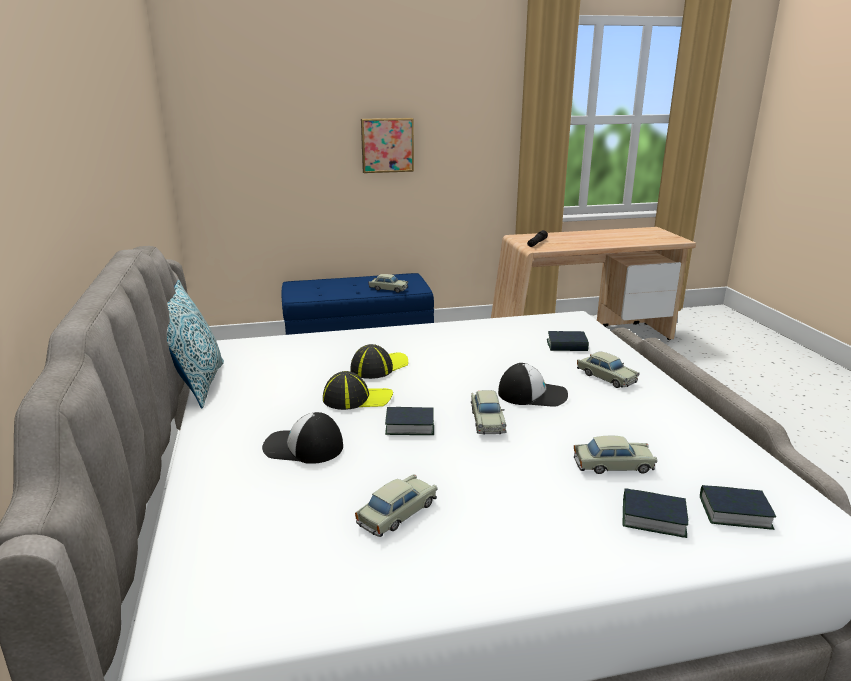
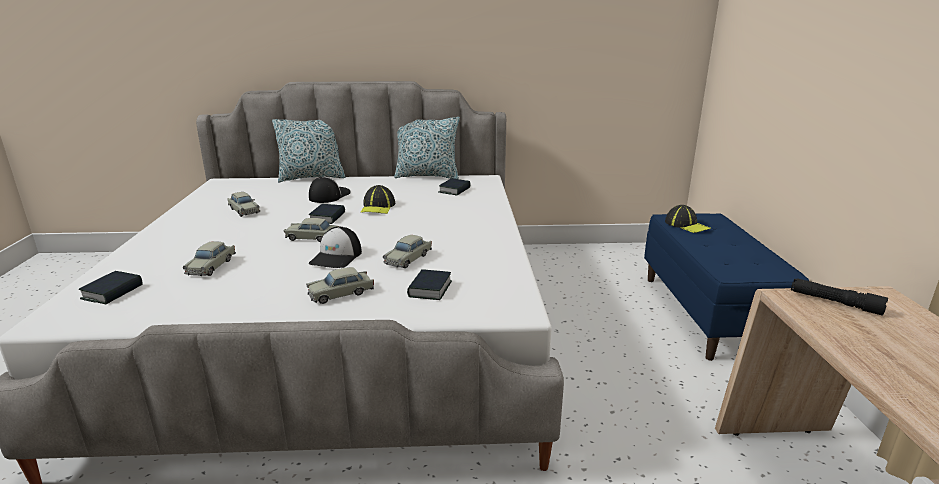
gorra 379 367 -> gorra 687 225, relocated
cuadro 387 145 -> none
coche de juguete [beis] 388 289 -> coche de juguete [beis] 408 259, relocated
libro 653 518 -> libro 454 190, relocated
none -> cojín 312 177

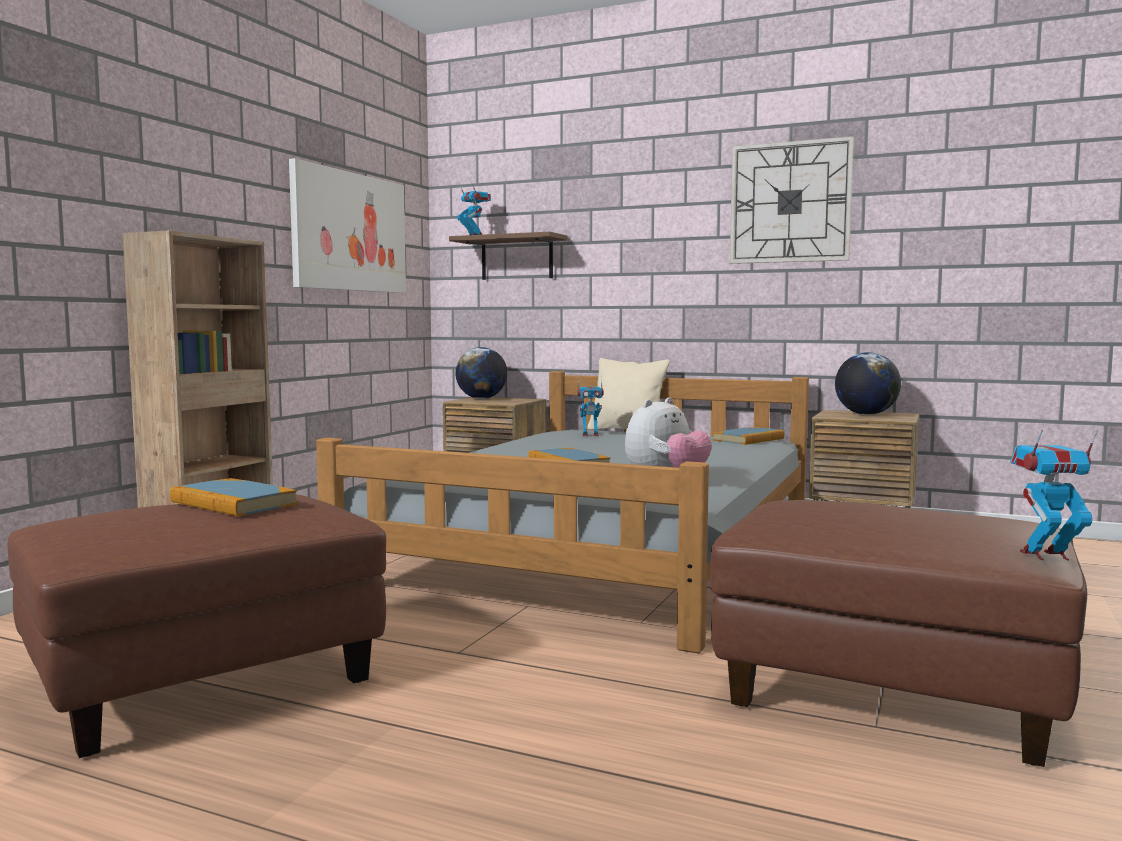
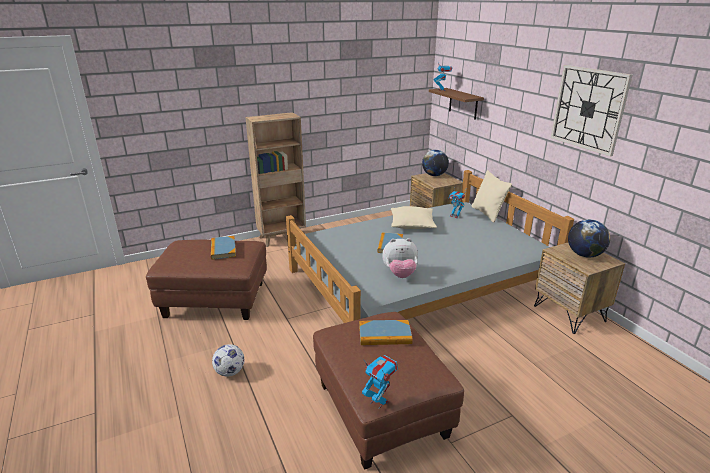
cuadro 350 232 -> none
libro 748 439 -> libro 385 335, relocated
none -> balón de fútbol 230 372
none -> cojín [beis] 412 225

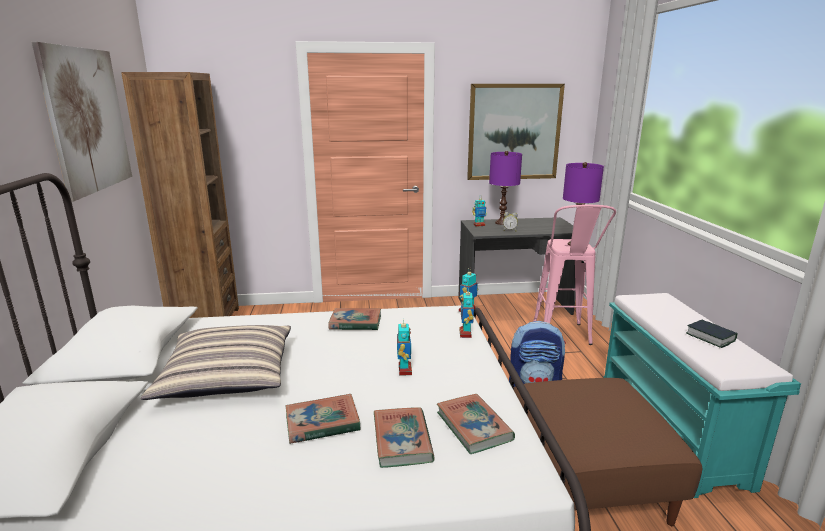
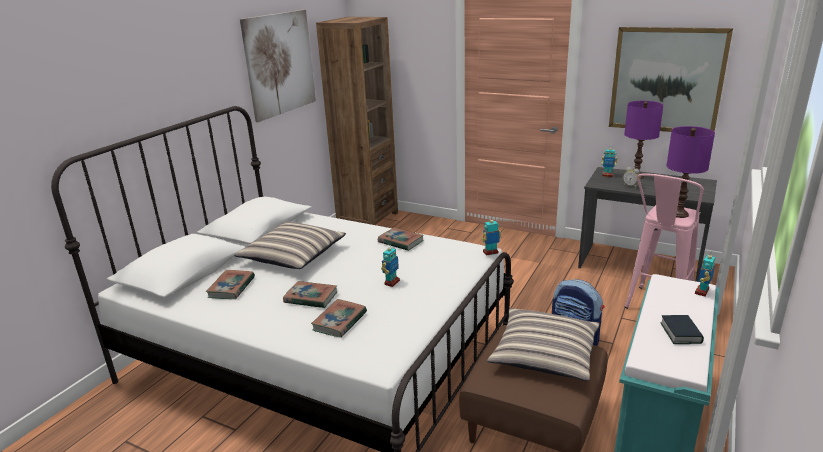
libro 474 426 -> libro 231 287, relocated
robot de juguete 465 334 -> robot de juguete 702 292, relocated
none -> cojín 544 353

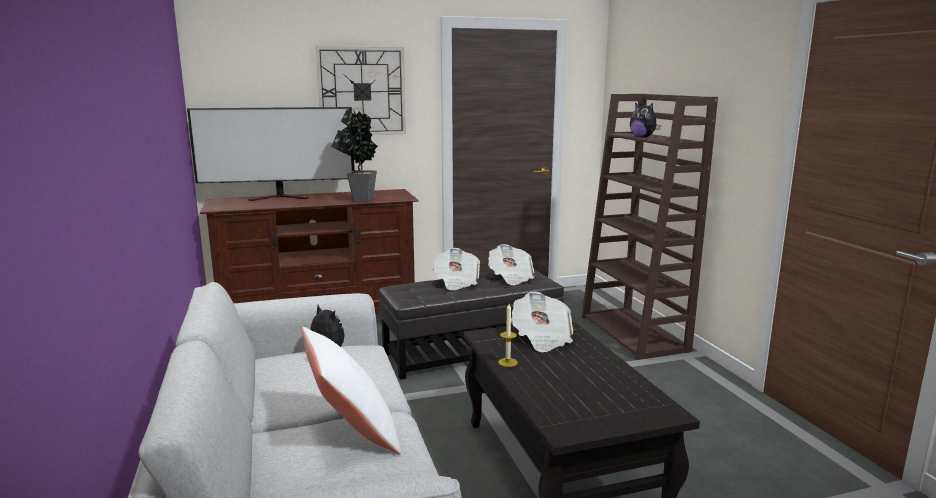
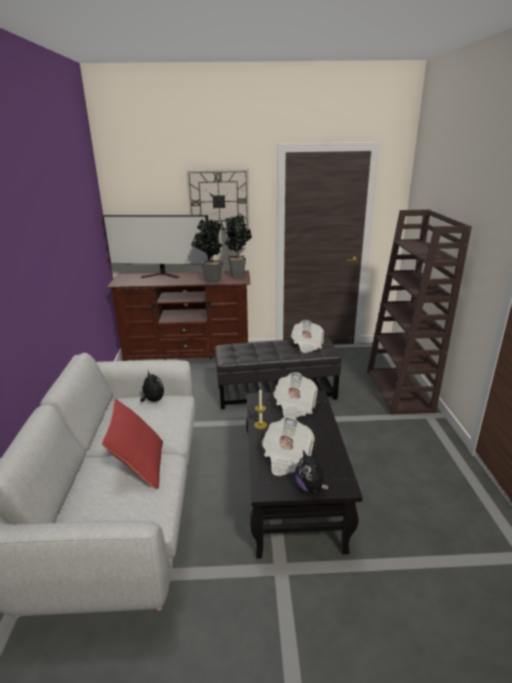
cojín [blanco] 351 431 -> cojín [rojo] 139 465
periódico 456 282 -> periódico 287 458, relocated
peluche 643 137 -> peluche 310 487, relocated
none -> planta en maceta 238 275

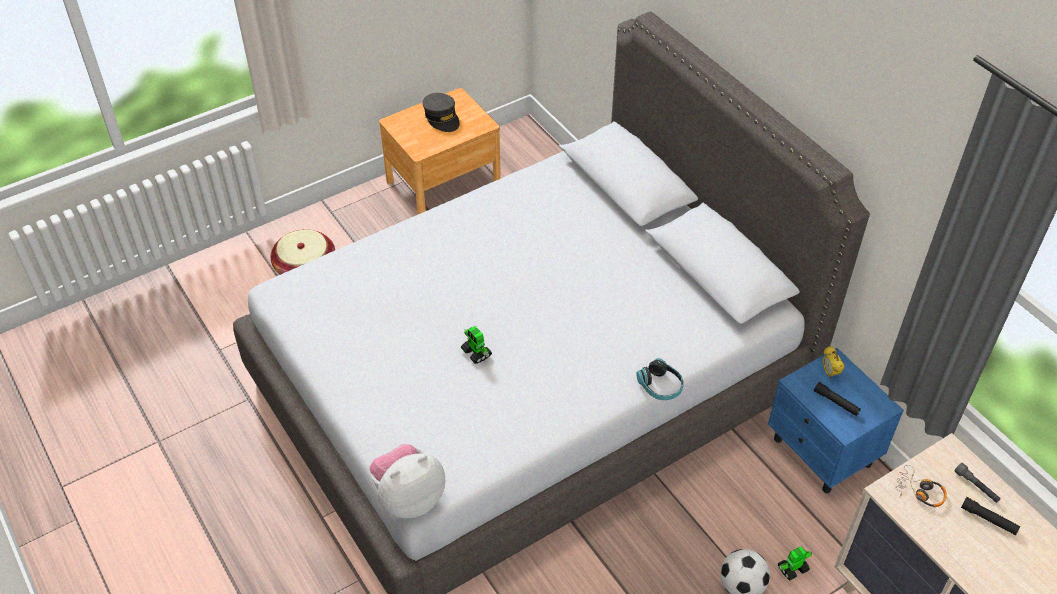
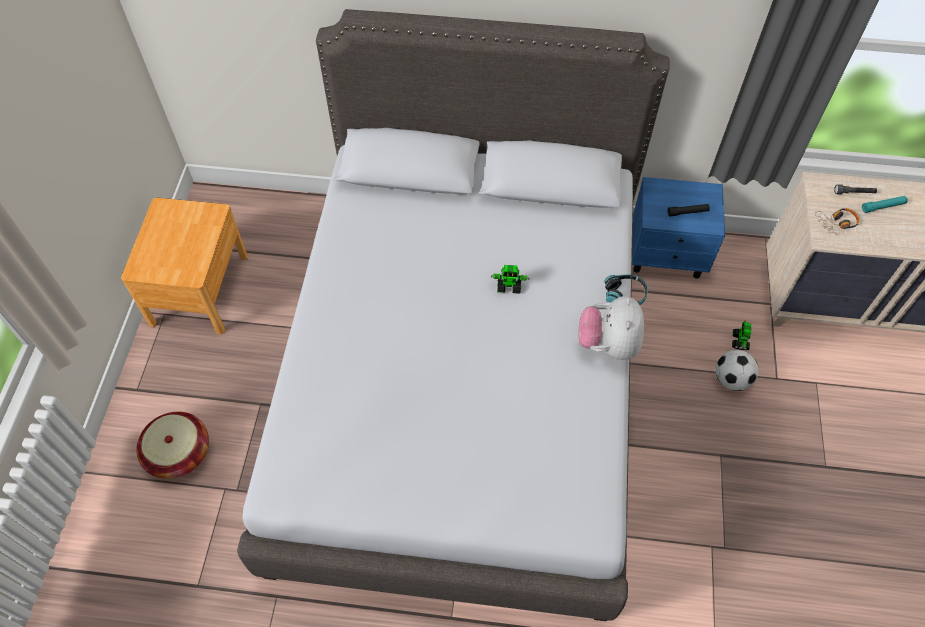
peluche 409 498 -> peluche 608 344, relocated
gorra [gris] 442 118 -> none
robot de juguete 476 353 -> robot de juguete 509 286, relocated
despertador 829 373 -> none
linterna [negro] 989 519 -> linterna [turquesa] 883 207

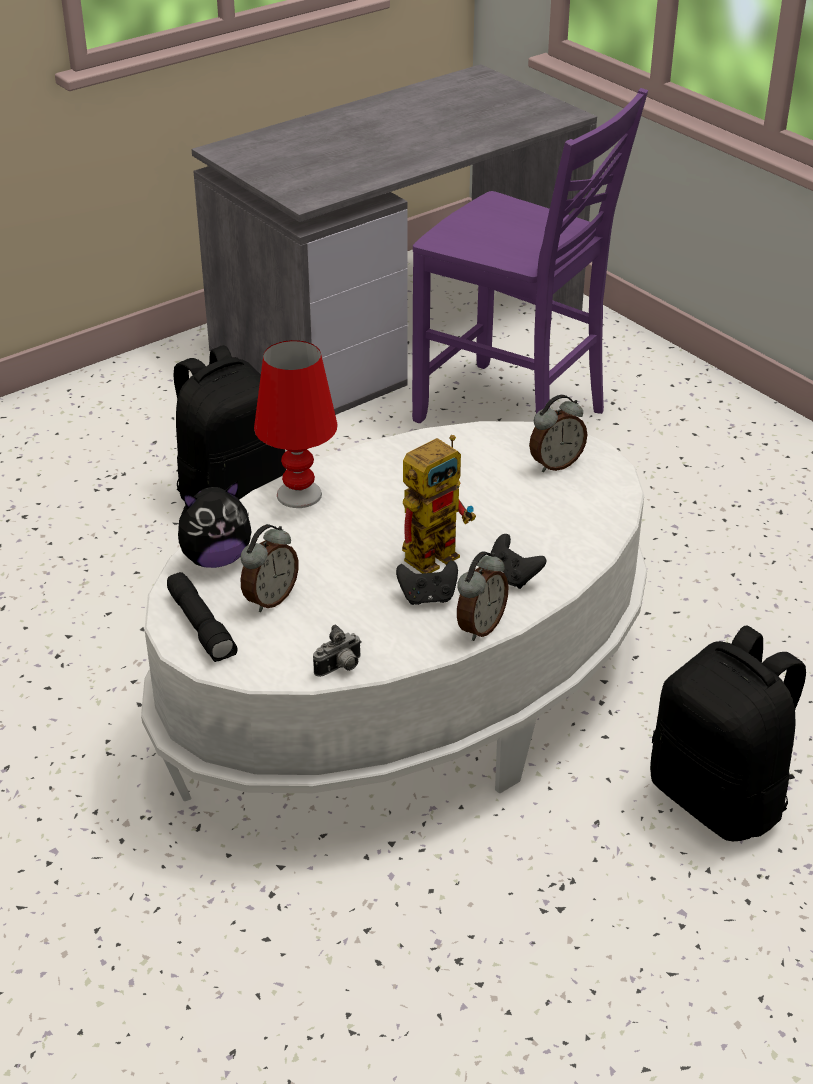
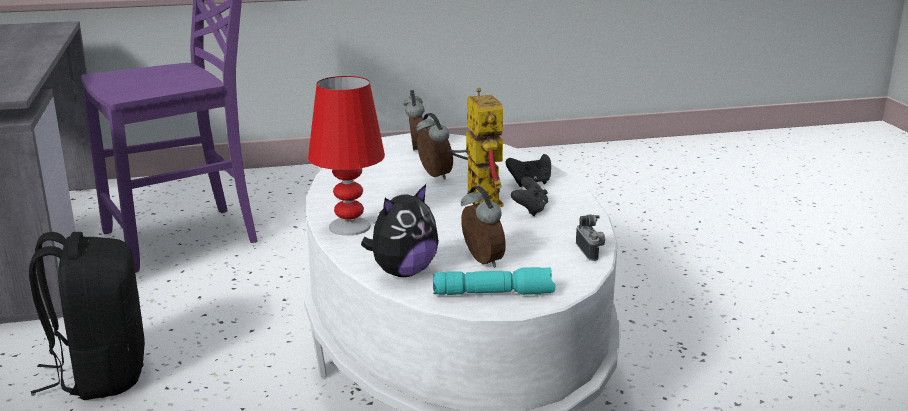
linterna [negro] 202 626 -> linterna [turquesa] 494 293
peluche 216 559 -> peluche 403 272, 45 degrees clockwise
despertador 479 627 -> despertador 433 175, relocated
mochila [negro] 720 798 -> none

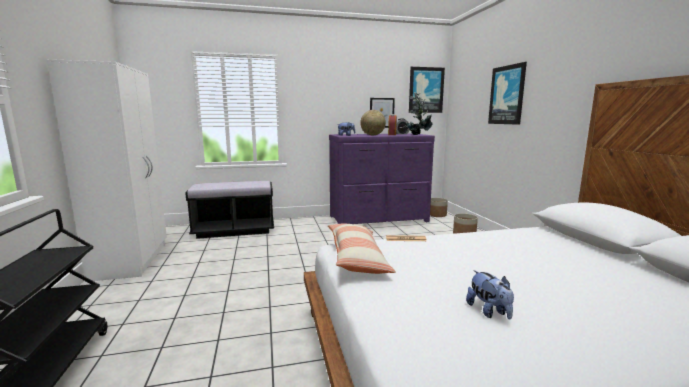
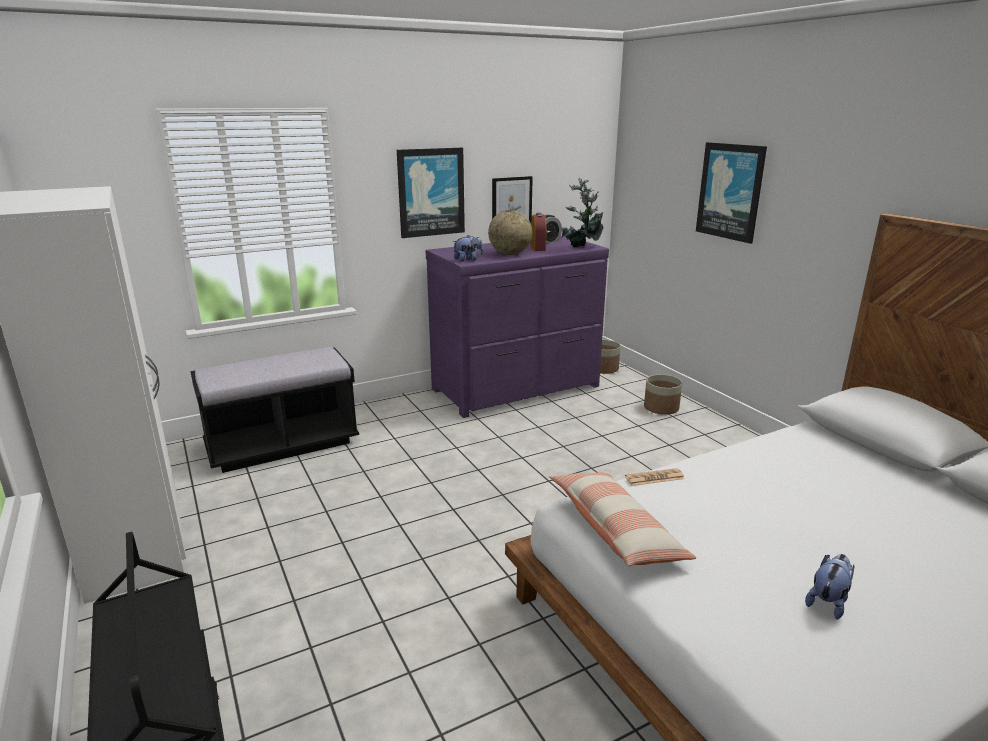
cuadro 426 90 -> cuadro 431 192, relocated
peluche 489 311 -> peluche 828 602, 105 degrees counterclockwise

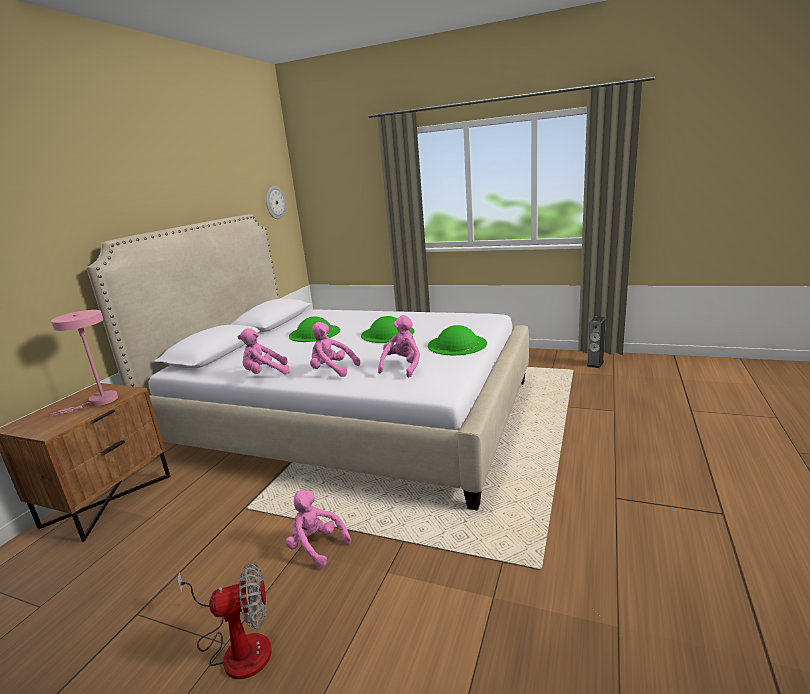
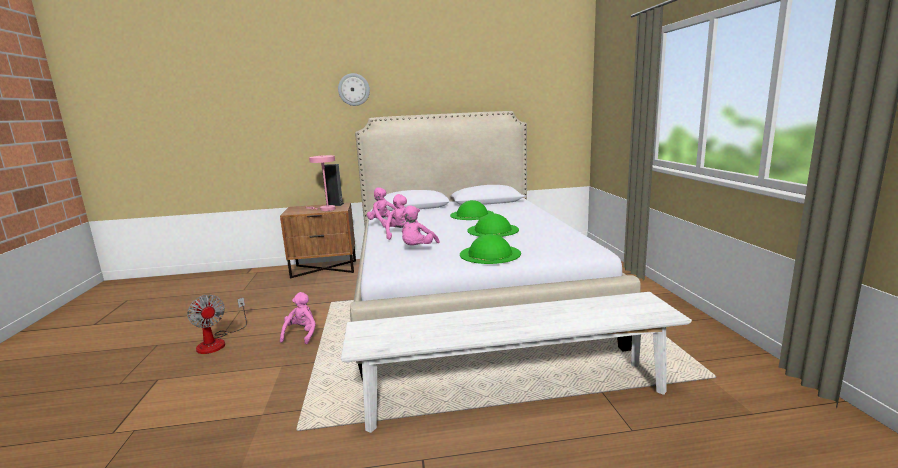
reloj de pared 275 202 -> reloj de pared 354 89, relocated
peluche [rosa] 402 367 -> peluche [rosa] 417 248, 120 degrees clockwise
altavoz 595 364 -> altavoz 334 204, relocated
none -> banco [blanco] 514 394

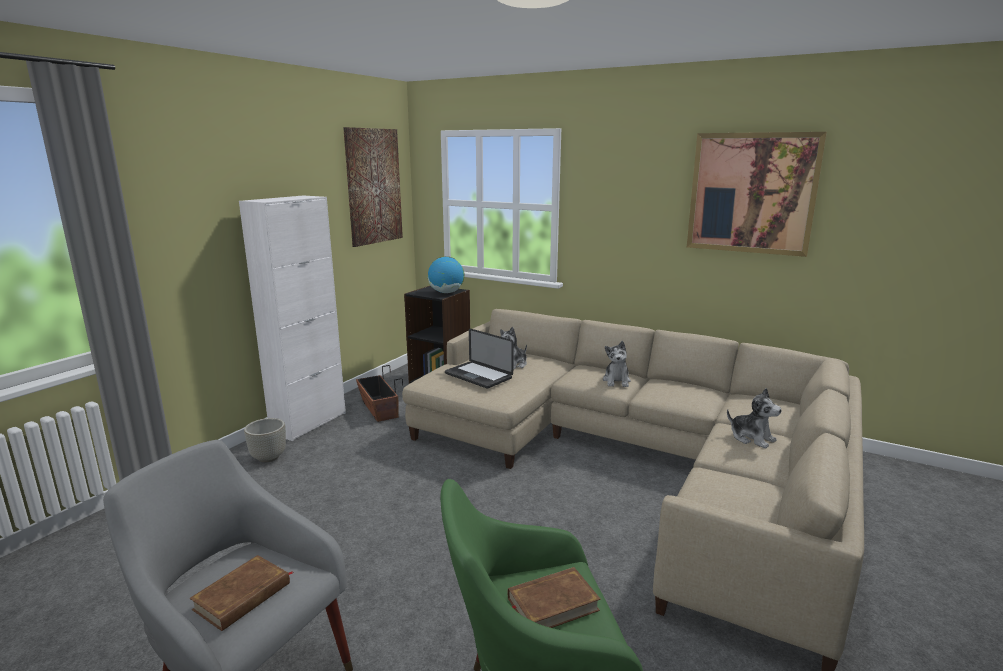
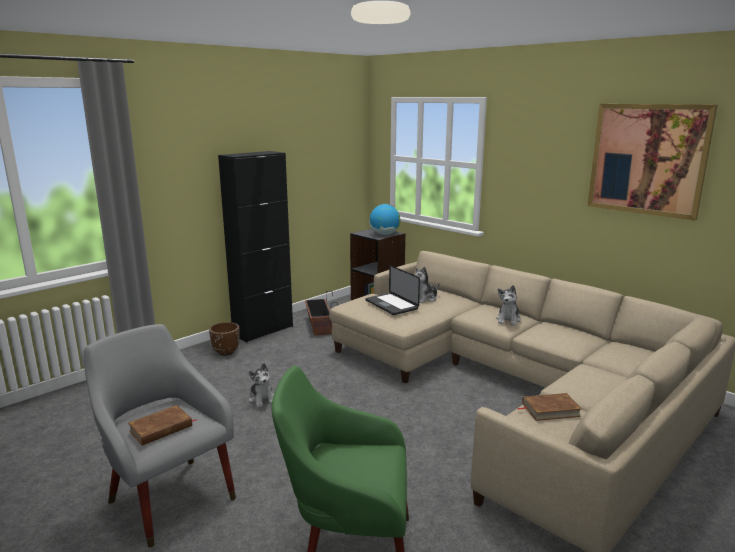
armario [blanco] 309 423 -> armario [negro] 263 330
maceta [gris] 268 457 -> maceta [marrón] 226 352
cuadro 373 186 -> none
libro [marrón] 552 604 -> libro [marrón] 550 410, relocated
peluche 751 438 -> peluche 262 399, relocated

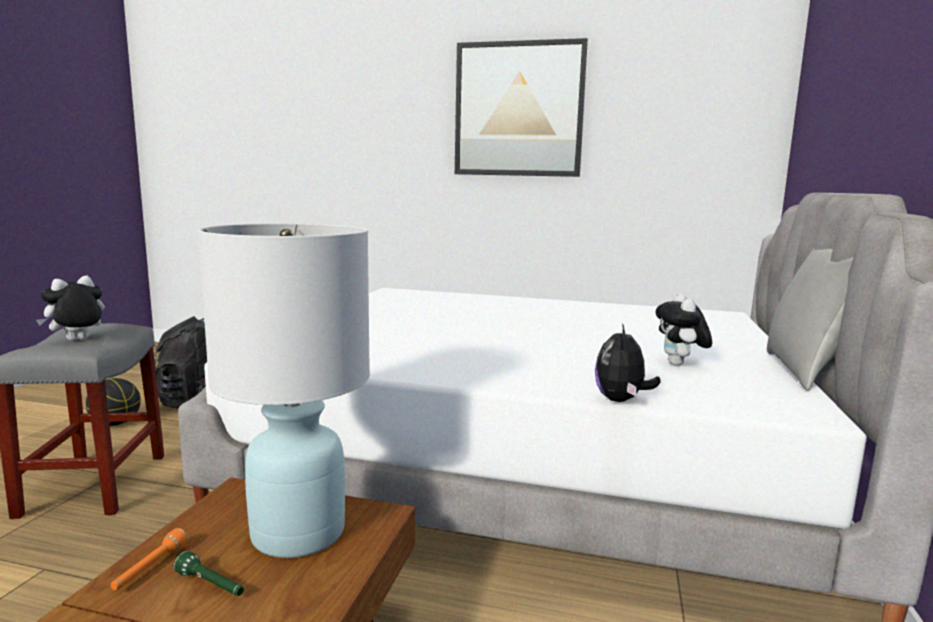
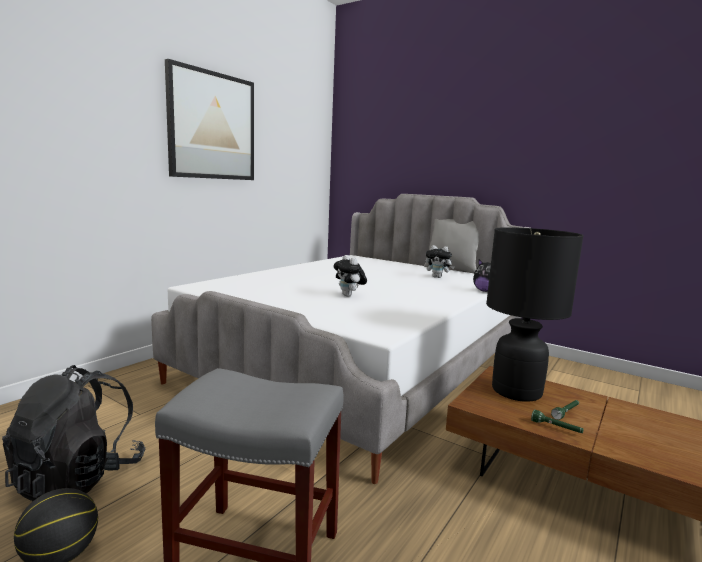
peluche 77 341 -> peluche 349 296, relocated
linterna [naranja] 150 569 -> linterna [verde] 556 428
lámpara de mesa [blanco] 297 533 -> lámpara de mesa [negro] 516 391

